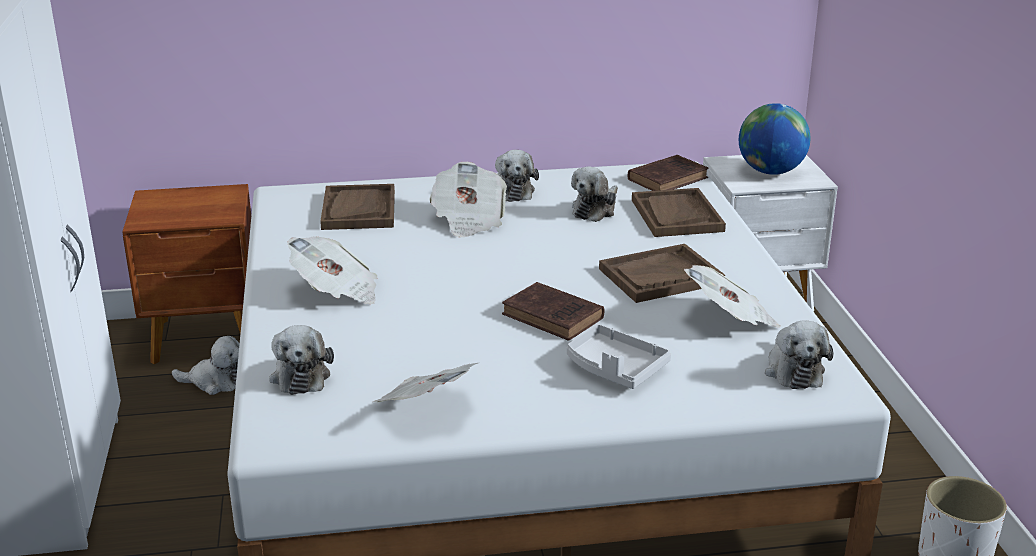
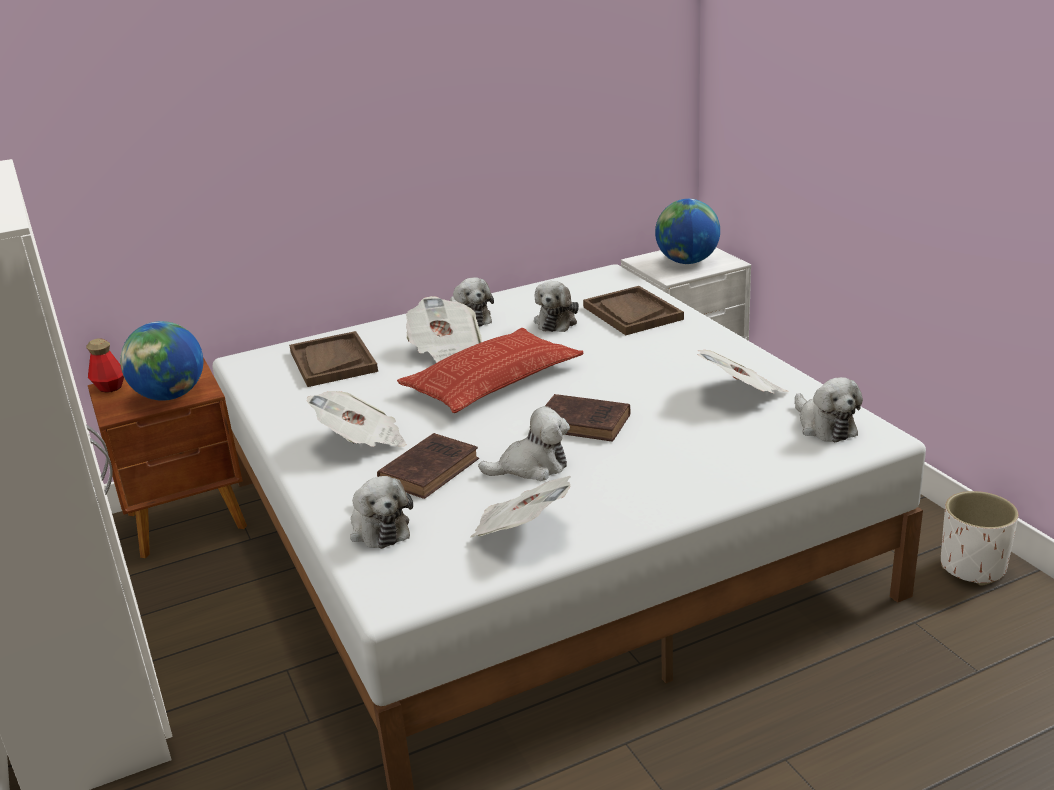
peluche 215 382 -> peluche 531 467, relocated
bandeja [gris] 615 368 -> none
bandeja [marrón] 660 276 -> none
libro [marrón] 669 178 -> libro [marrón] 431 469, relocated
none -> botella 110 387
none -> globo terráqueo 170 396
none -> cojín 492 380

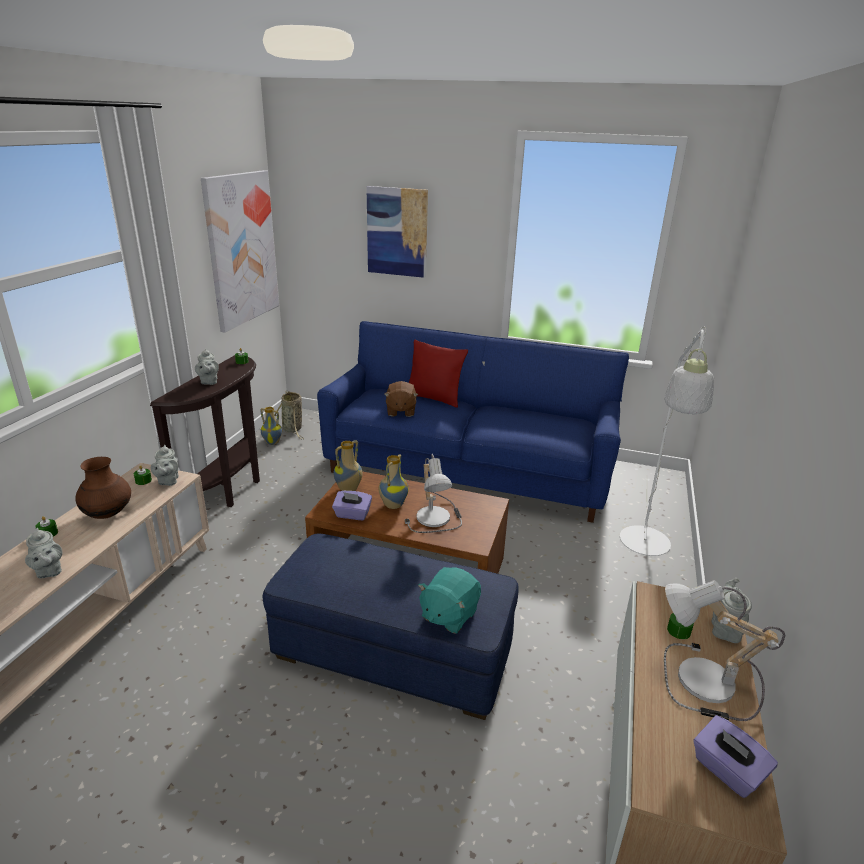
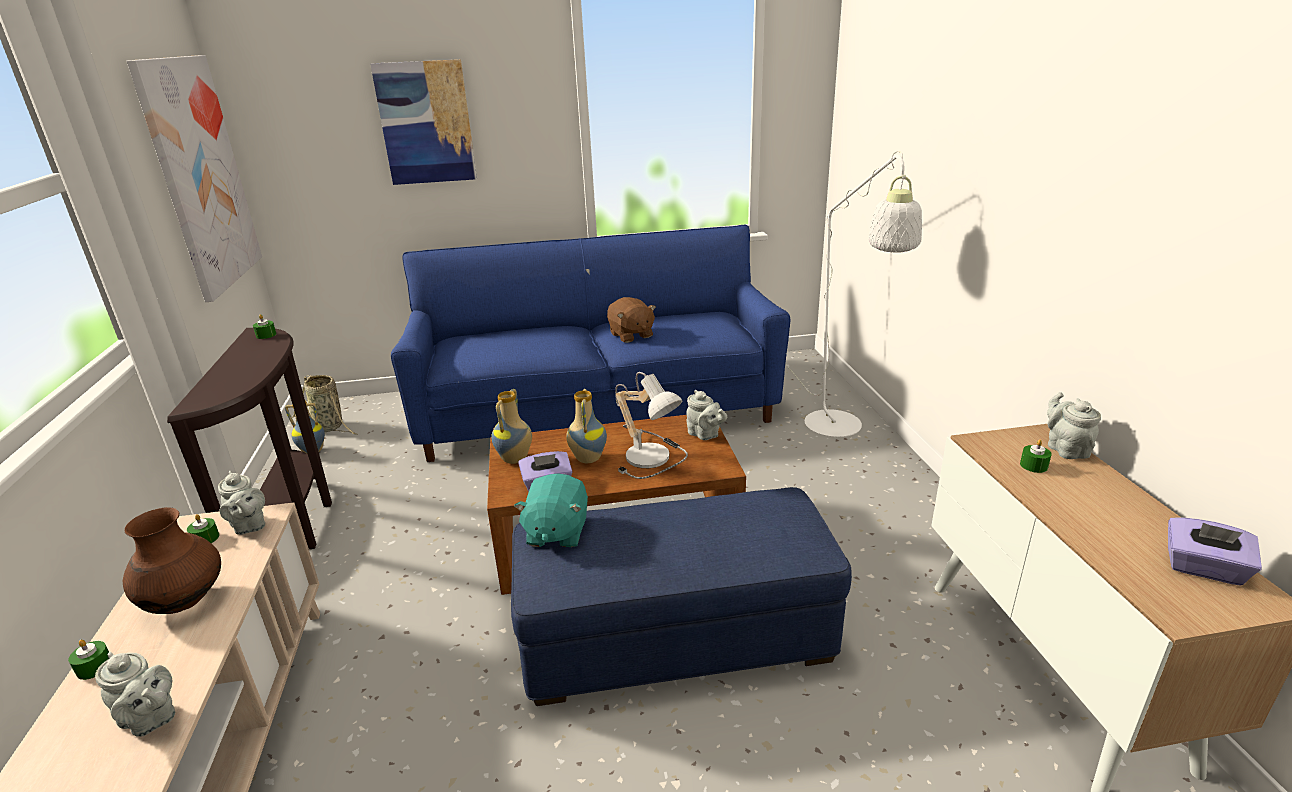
tetera [gris] 209 382 -> tetera [gris] 705 435, relocated
peluche [marrón] 400 411 -> peluche [marrón] 631 335, relocated
cojín [rojo] 434 398 -> none
peluche [turquesa] 448 614 -> peluche [turquesa] 556 532, relocated
lámpara de mesa 702 684 -> none

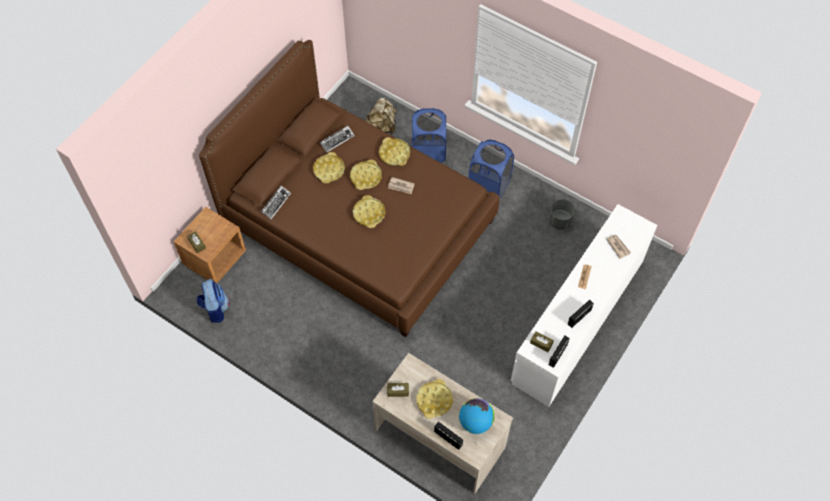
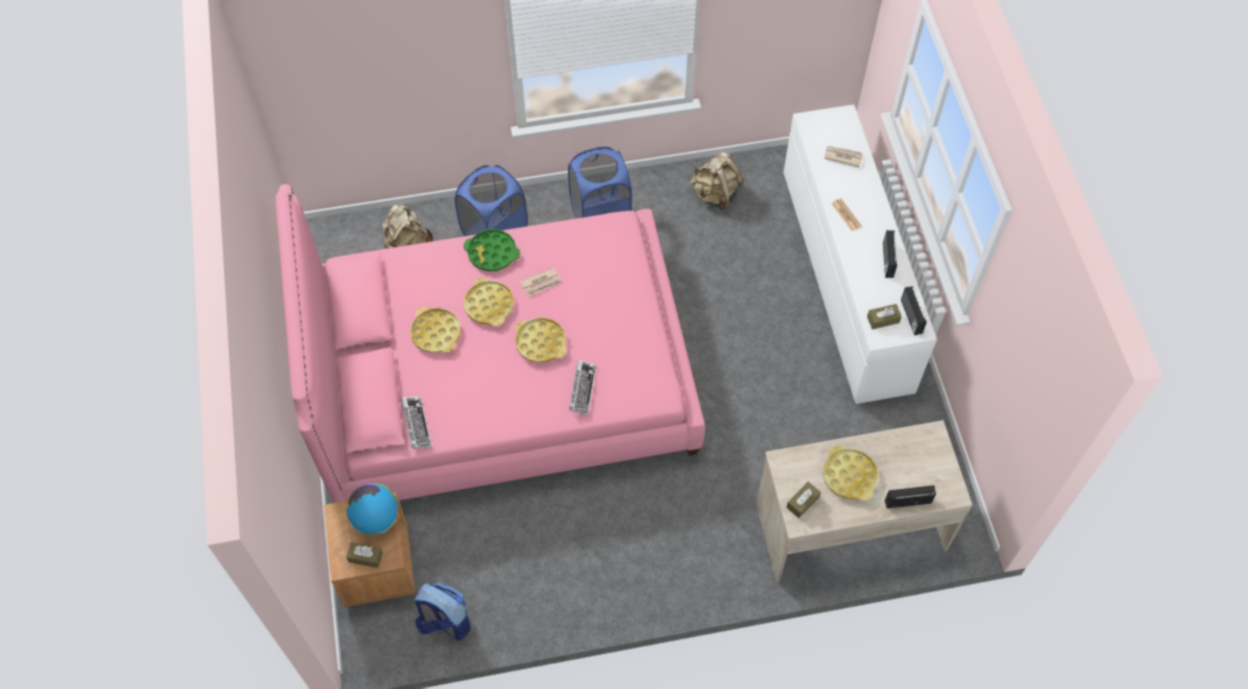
cama [marrón] 358 223 -> cama [rosa] 502 377
teclado 337 140 -> teclado 582 389, relocated
bandeja [amarillo] 394 154 -> bandeja [verde] 492 253
globo terráqueo 475 422 -> globo terráqueo 376 518, relocated
maceta [gris] 559 221 -> mochila [beis] 715 194

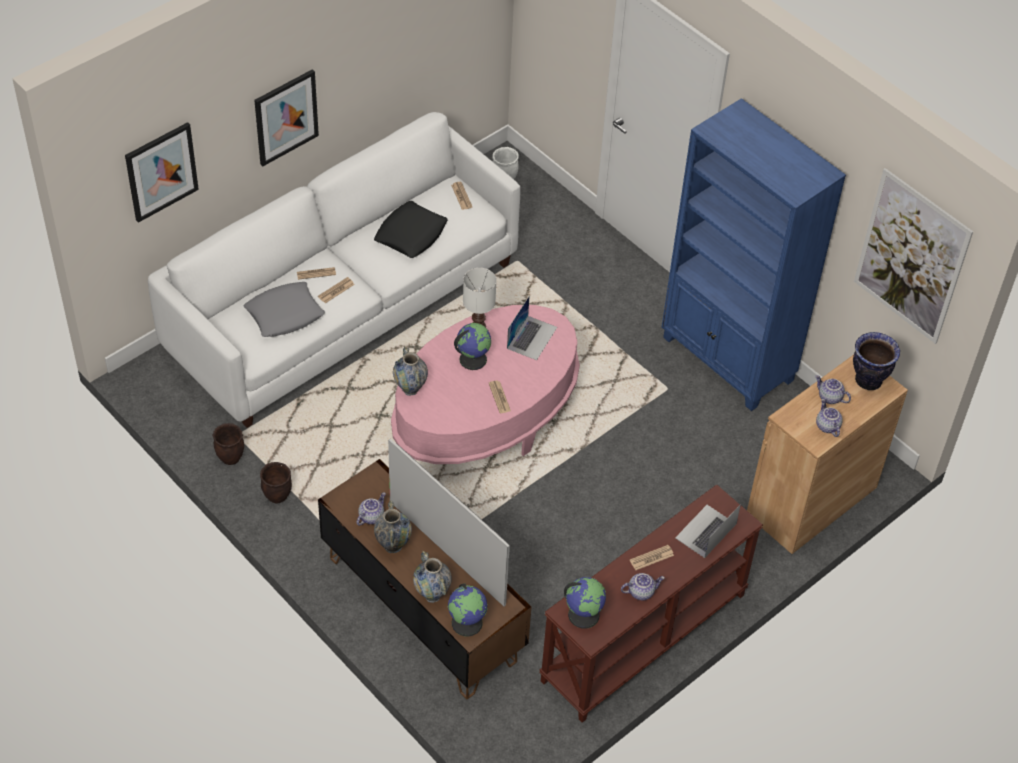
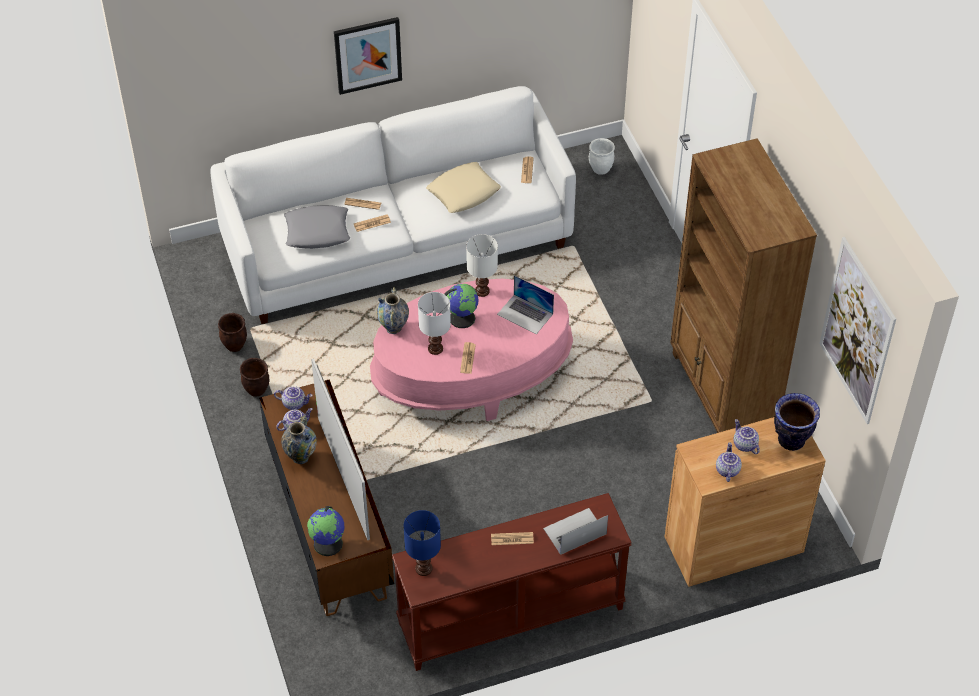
cuadro 161 171 -> none
cojín [negro] 411 234 -> cojín [beis] 463 192
florero 432 594 -> none
portátil 532 337 -> portátil 525 314, 75 degrees clockwise
globo terráqueo 583 614 -> lámpara de mesa [azul] 424 568
tetera 641 591 -> tetera 294 403, relocated
estantería [azul] 727 360 -> estantería [marrón] 722 392
none -> lámpara de mesa [blanco] 435 348

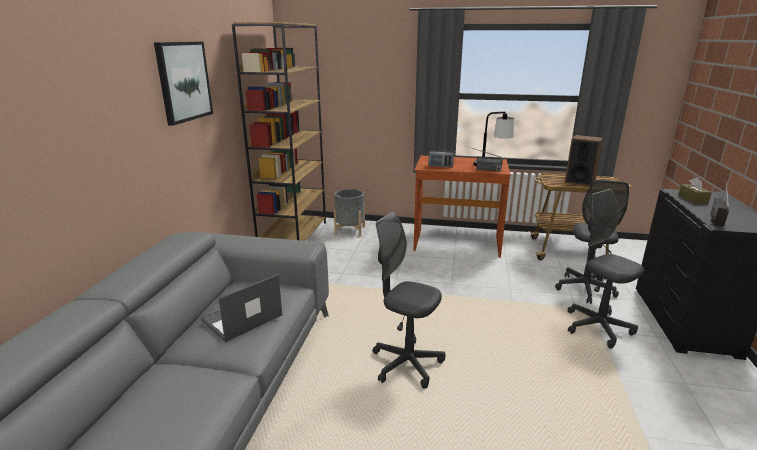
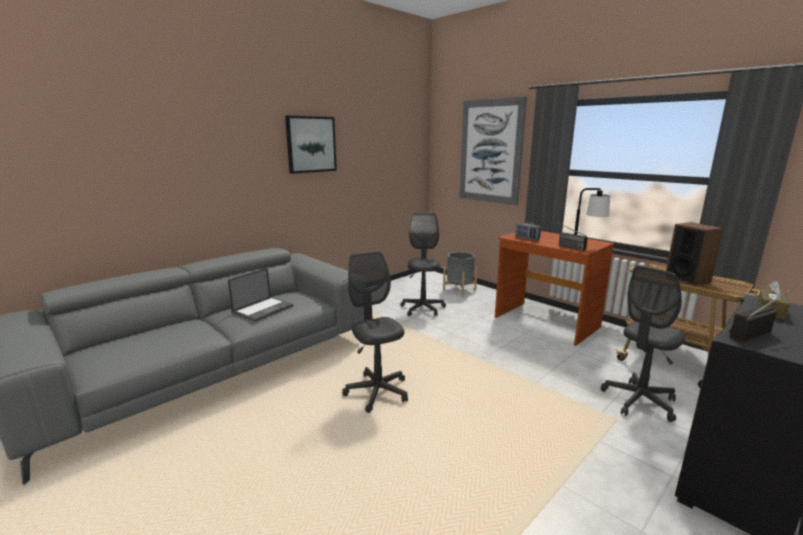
portátil 241 318 -> portátil 263 309, 135 degrees clockwise
estantería [marrón] 293 236 -> none
silla de oficina [gris] 597 327 -> silla de oficina [gris] 422 309, relocated
none -> cuadro 490 151

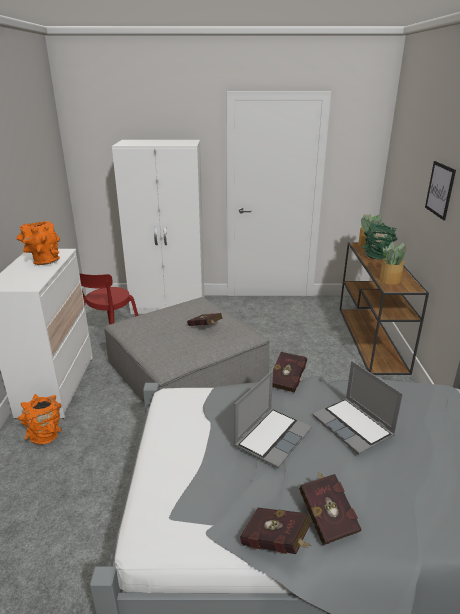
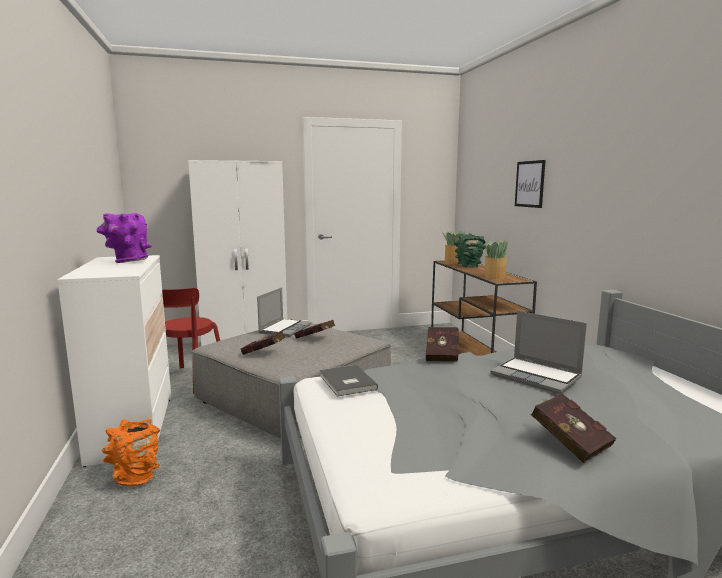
florero [naranja] 43 262 -> florero [morado] 127 262
portátil 272 437 -> portátil 285 328, relocated
libro [rojo] 277 543 -> libro [rojo] 265 353, relocated
none -> libro [gris] 346 383

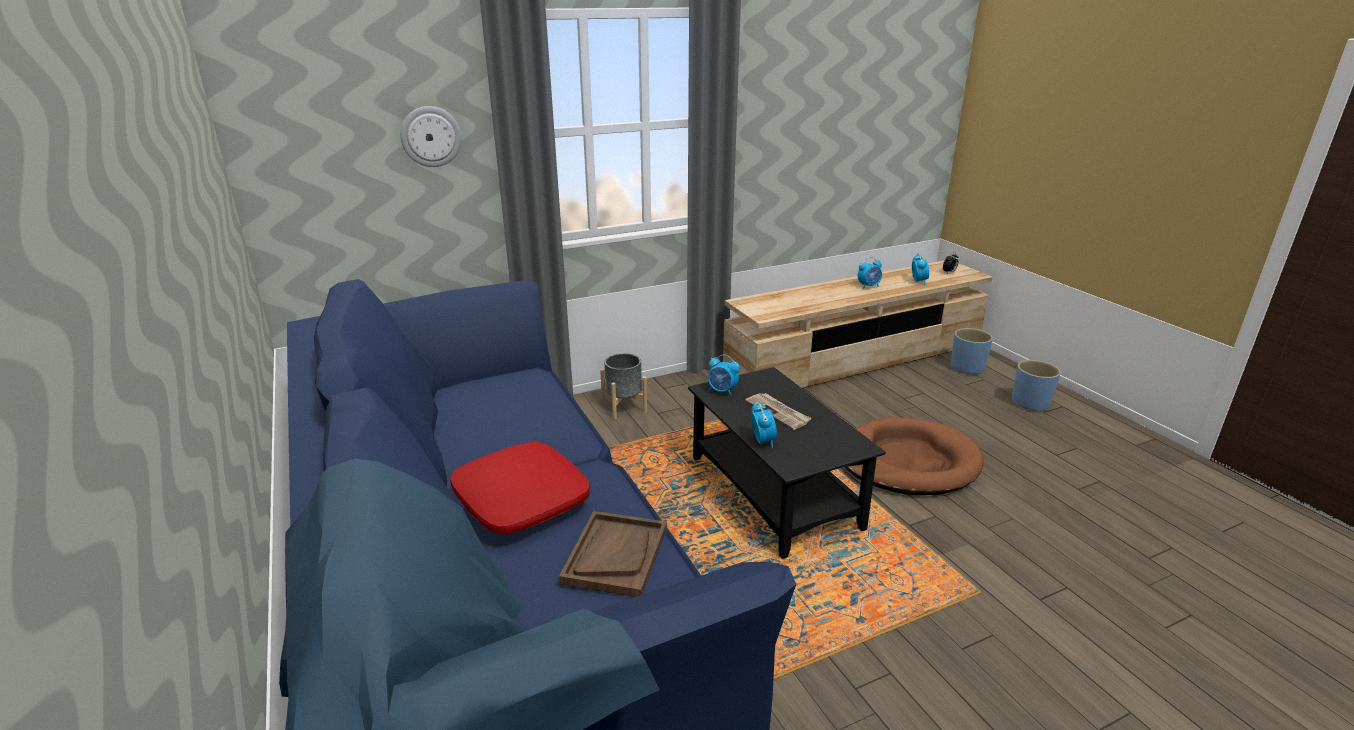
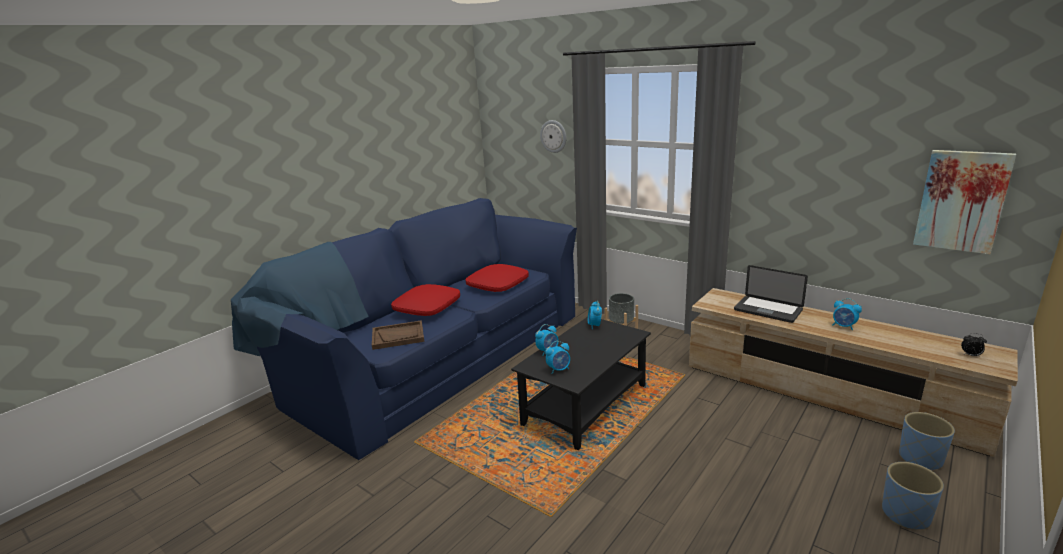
periódico 778 412 -> none
cama para perro [marrón] 908 462 -> none
despertador 918 281 -> despertador 559 369, relocated
none -> cojín [rojo] 497 285
none -> portátil 768 310
none -> cuadro 961 201

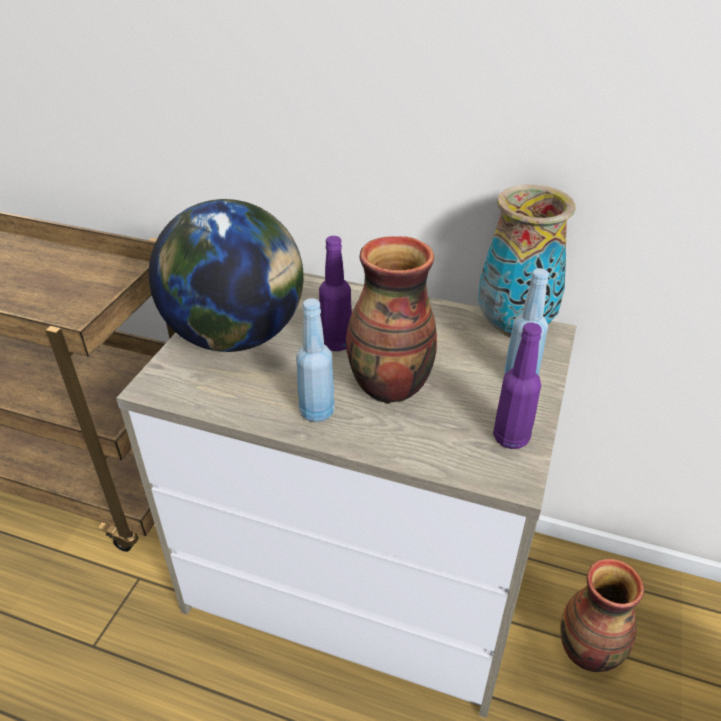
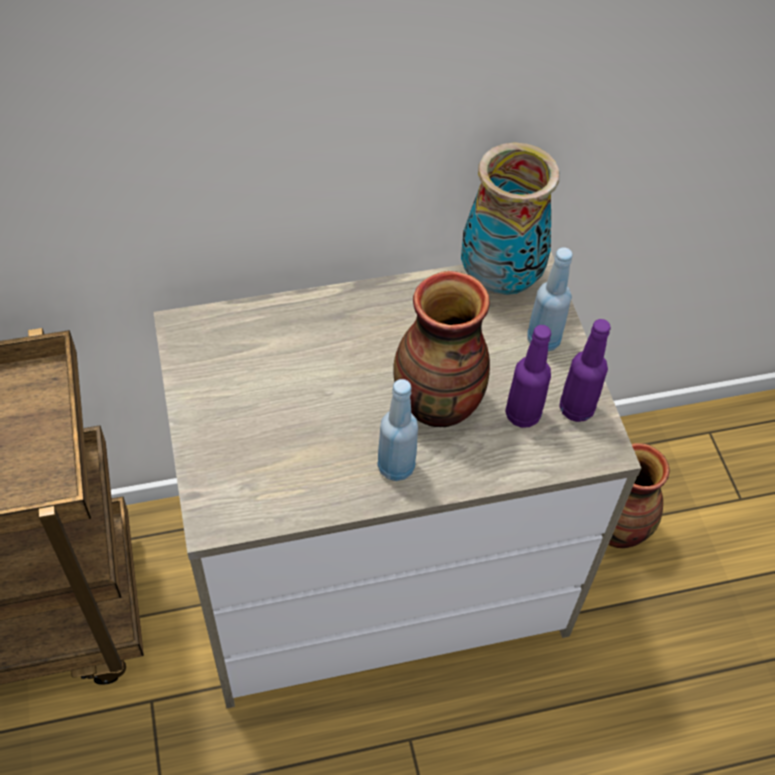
globo terráqueo 237 335 -> none
botella [morado] 336 343 -> botella [morado] 522 415, relocated

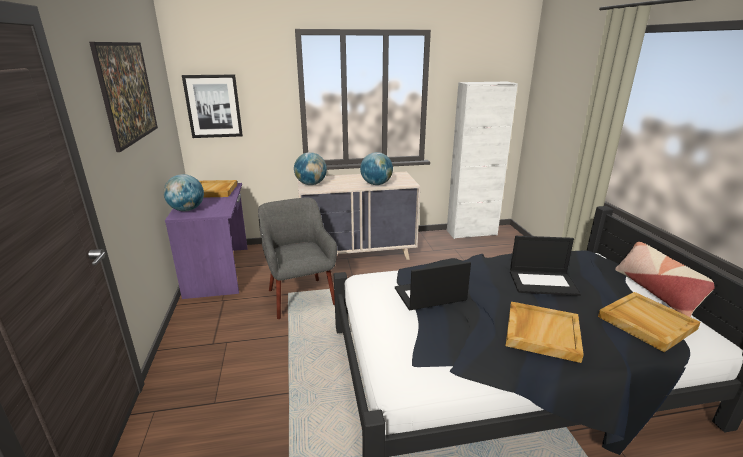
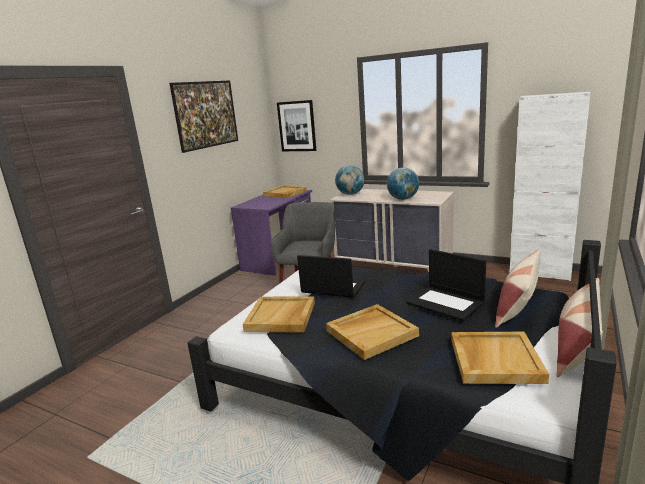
globo terráqueo 187 210 -> none
none -> bandeja [beis] 281 317
none -> cojín 518 305

